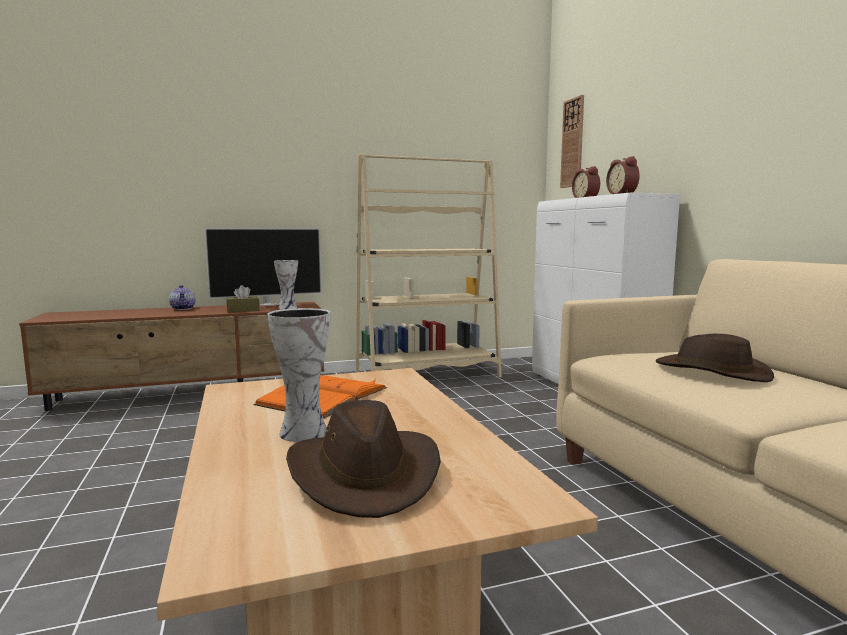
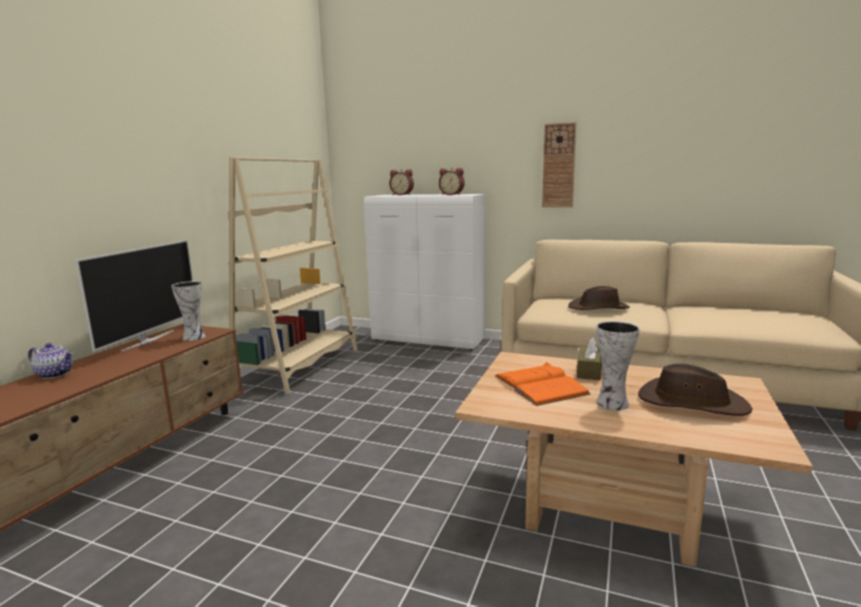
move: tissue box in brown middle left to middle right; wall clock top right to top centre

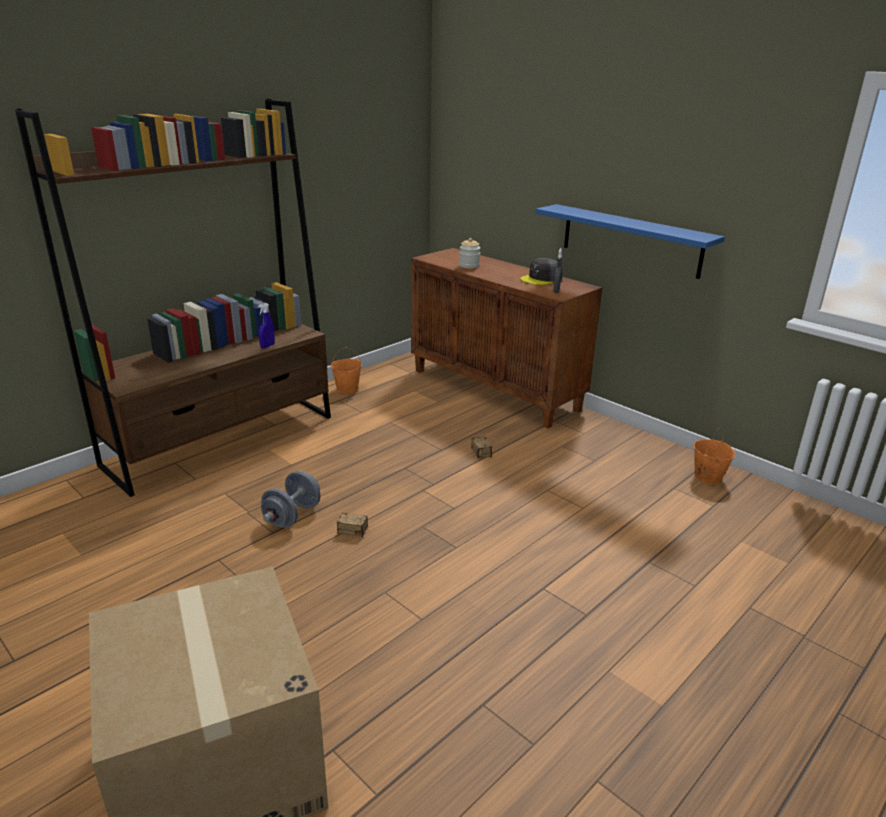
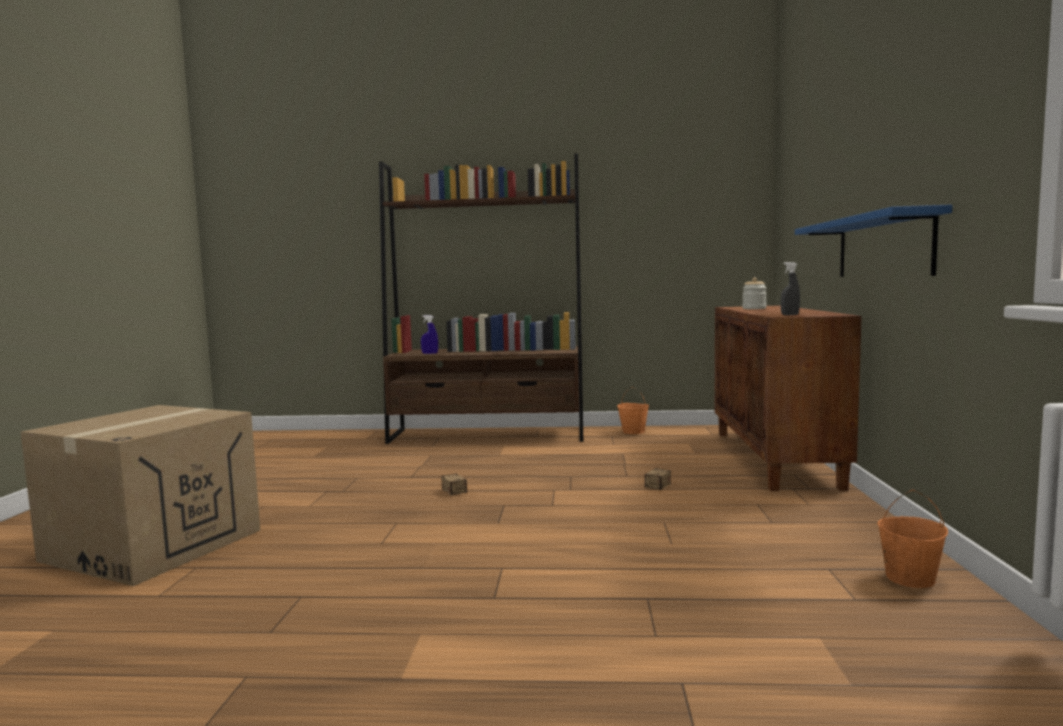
delete: dumbbell in grey middle left; cap in grey top centre
move: spray bottle in blue middle left to centre

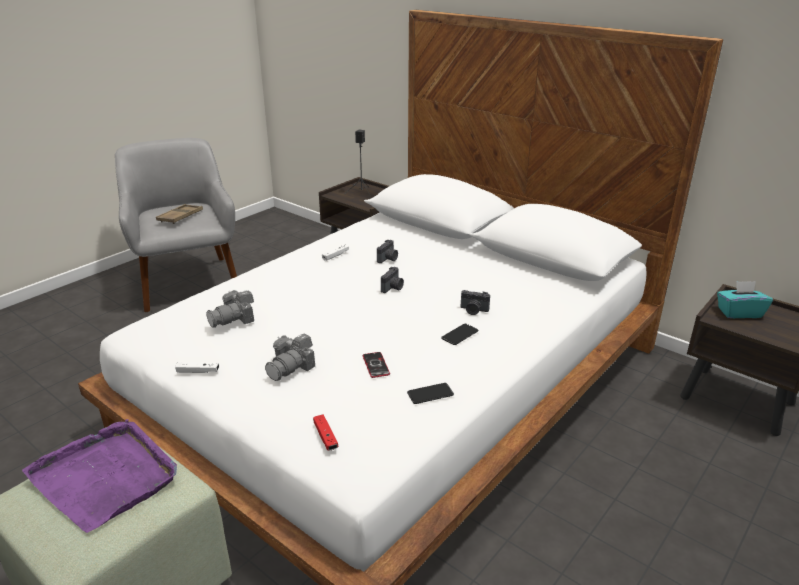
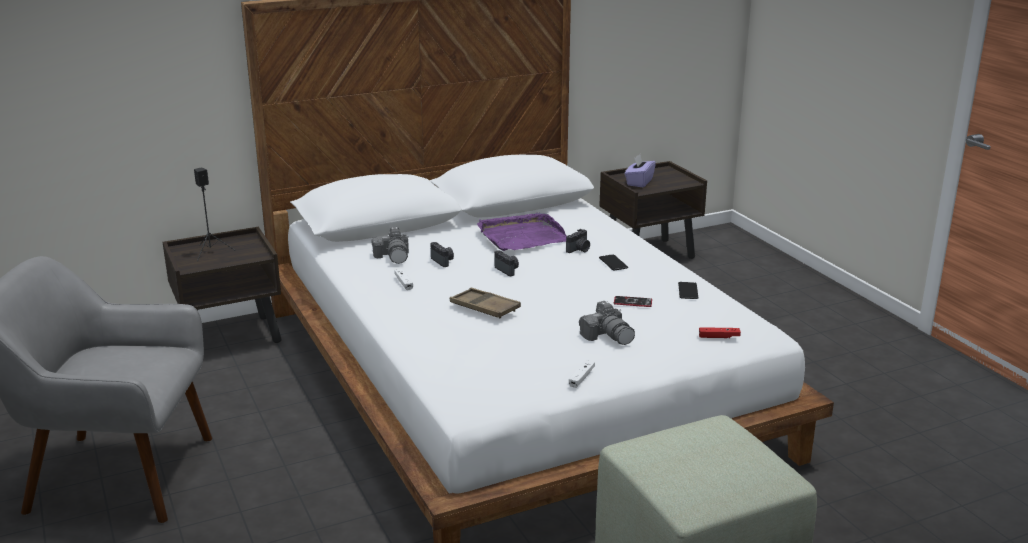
move: tray in purple bottom left to centre; tray in brown middle left to centre; photo camera (1st from left) middle left to centre
recolor: tissue box in turquoise middle right to tissue box in purple top centre

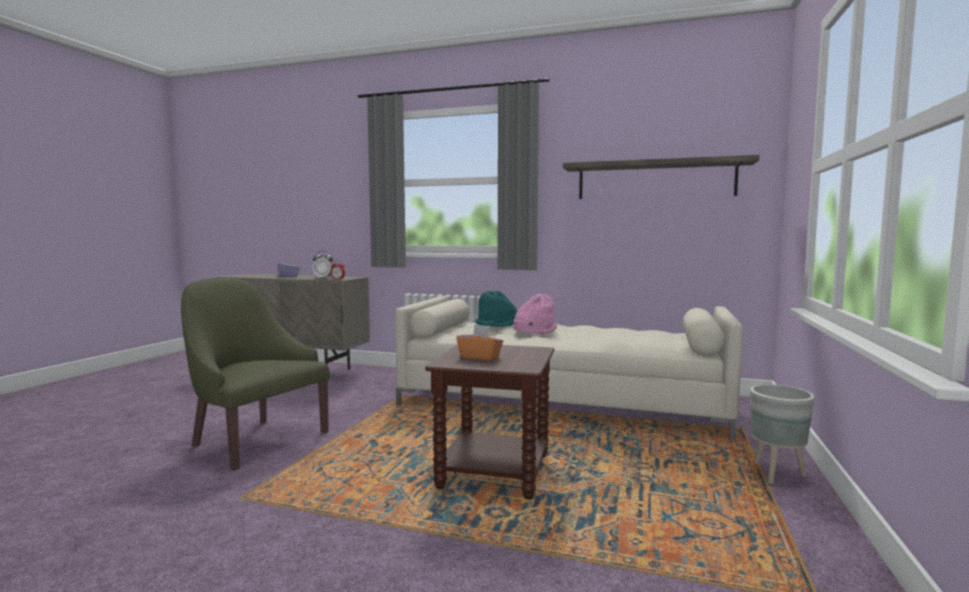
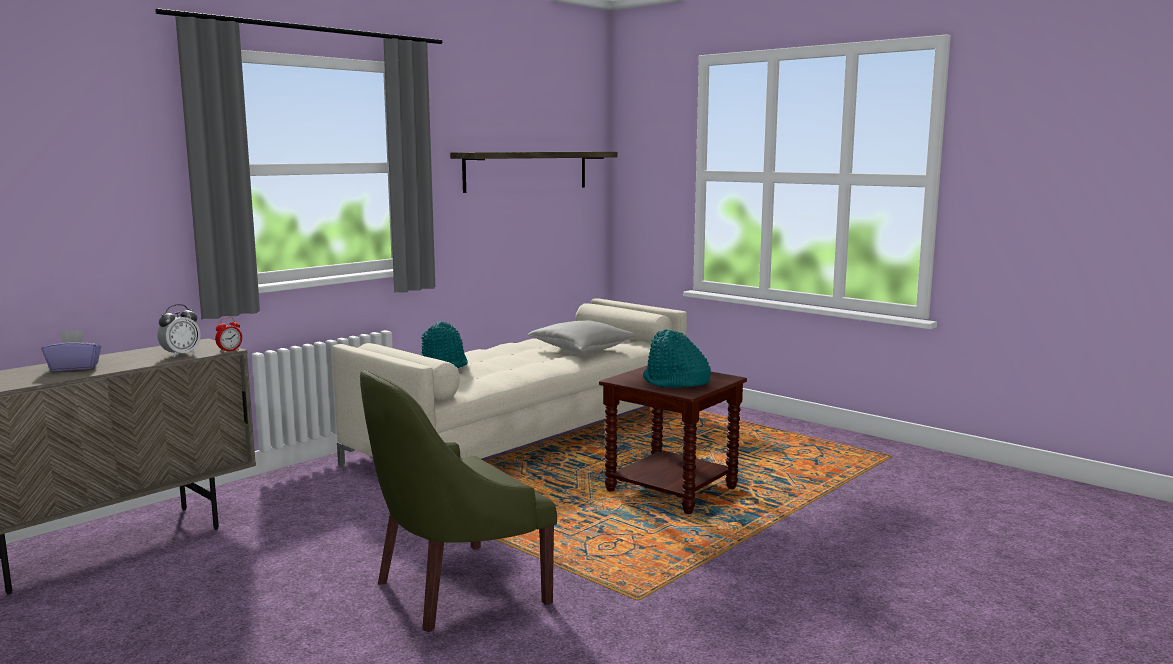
delete: hat in pink centre; planter in grey bottom right
insert: pillow in grey centre
replace: tissue box in orange centre to hat in turquoise (2nd from left) centre

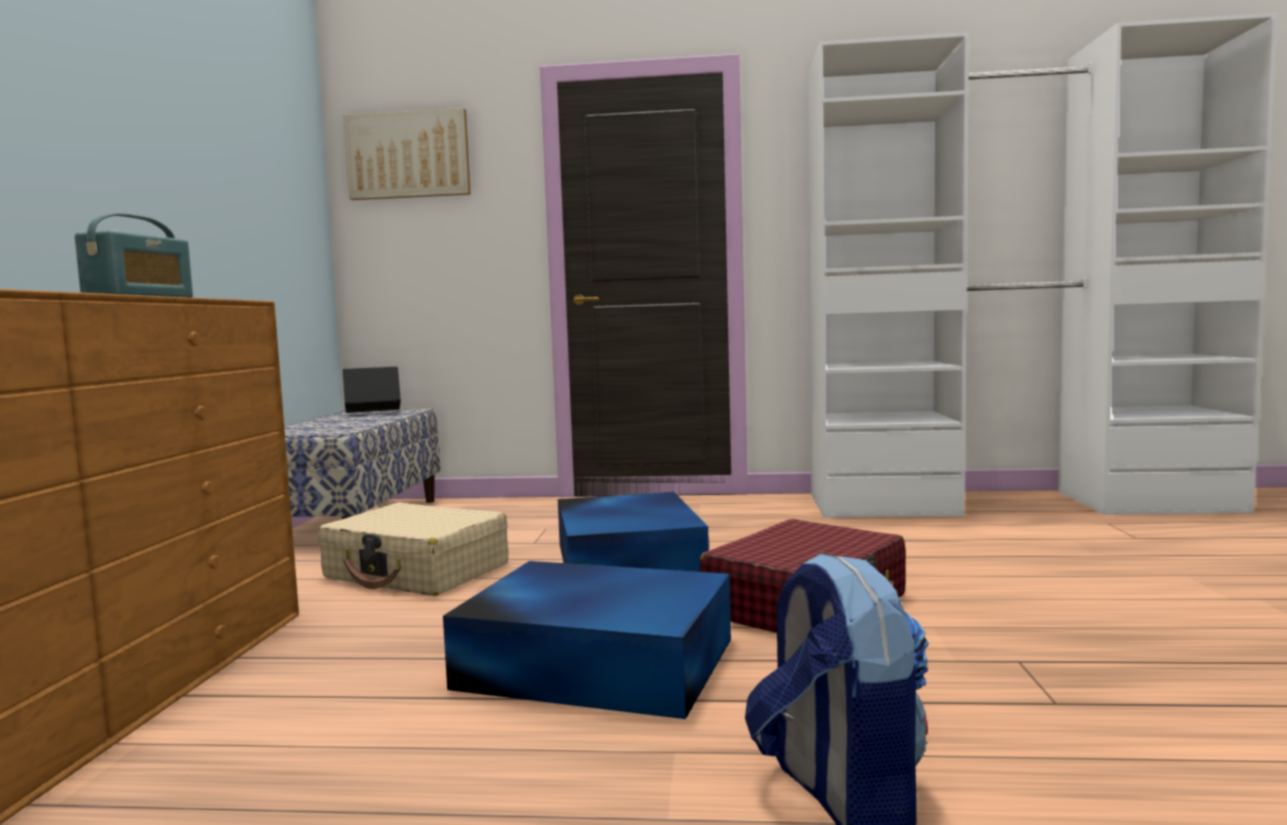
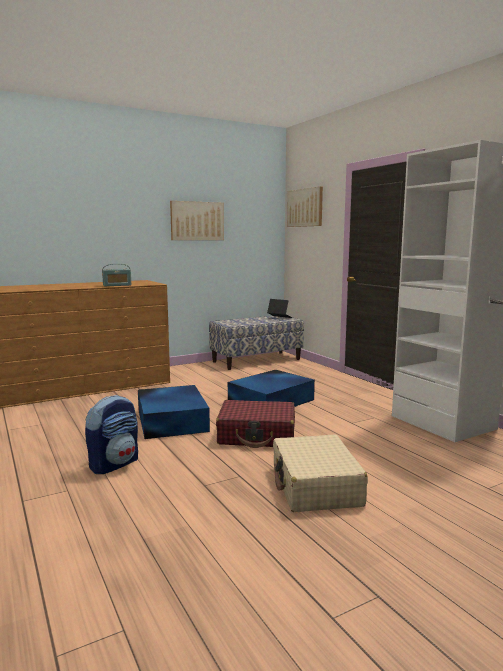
insert: picture (1st from left) top centre
move: suitcase in beige middle left to bottom centre

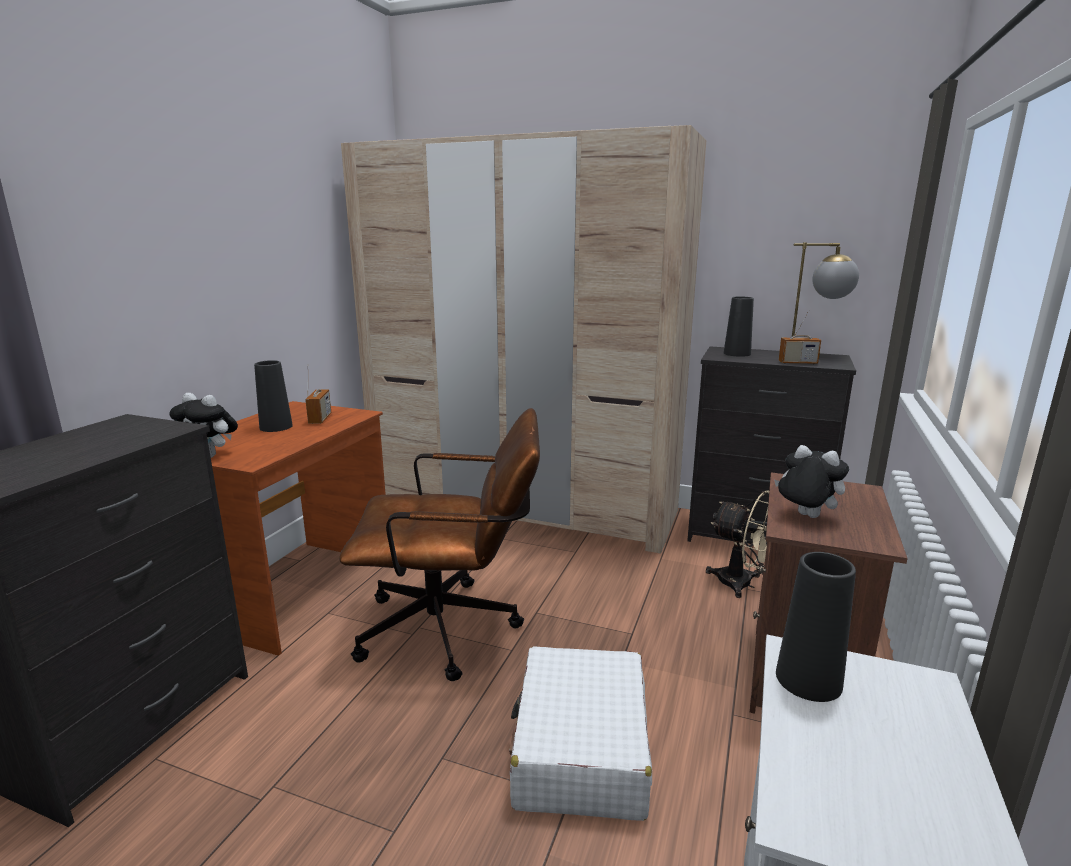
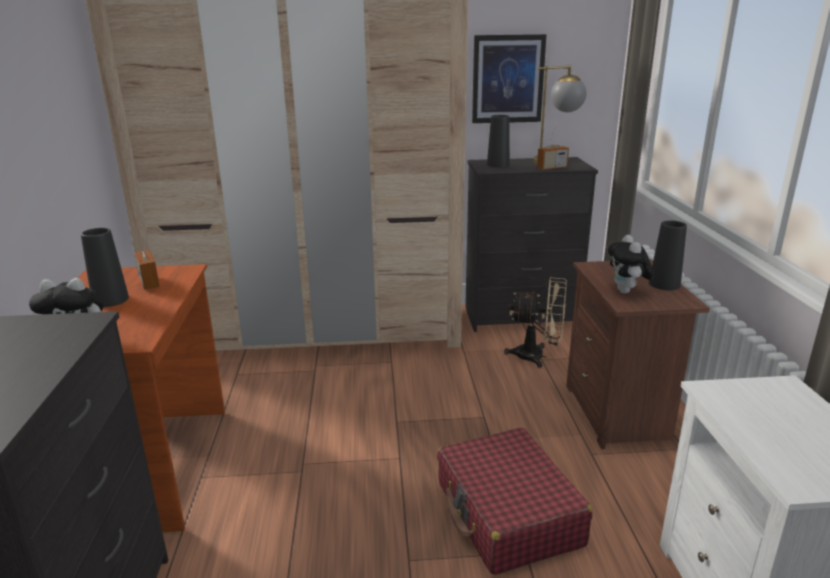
delete: office chair in brown centre
insert: picture top centre
move: vase in black (3rd from left) bottom right to middle right
recolor: suitcase in white bottom centre to suitcase in red bottom centre
rotate: plush toy (2nd from left) middle right = middle right 105 degrees counterclockwise

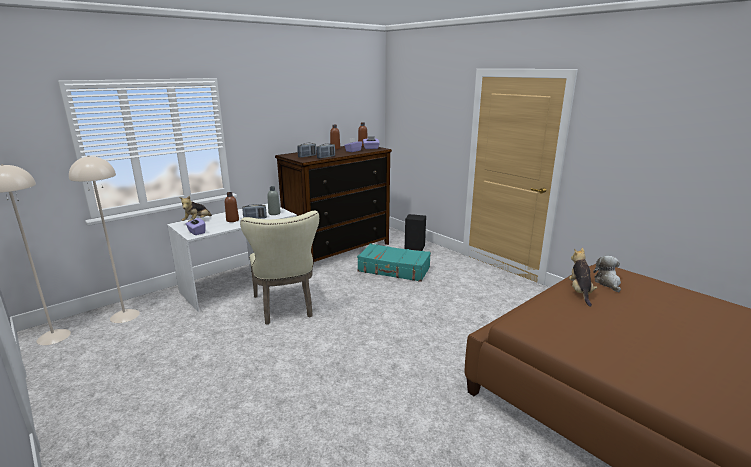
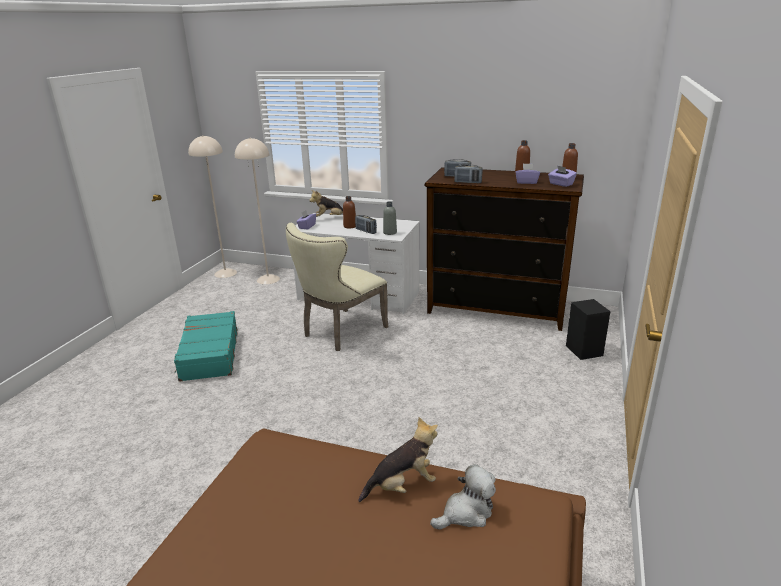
move: suitcase in turquoise centre to middle left

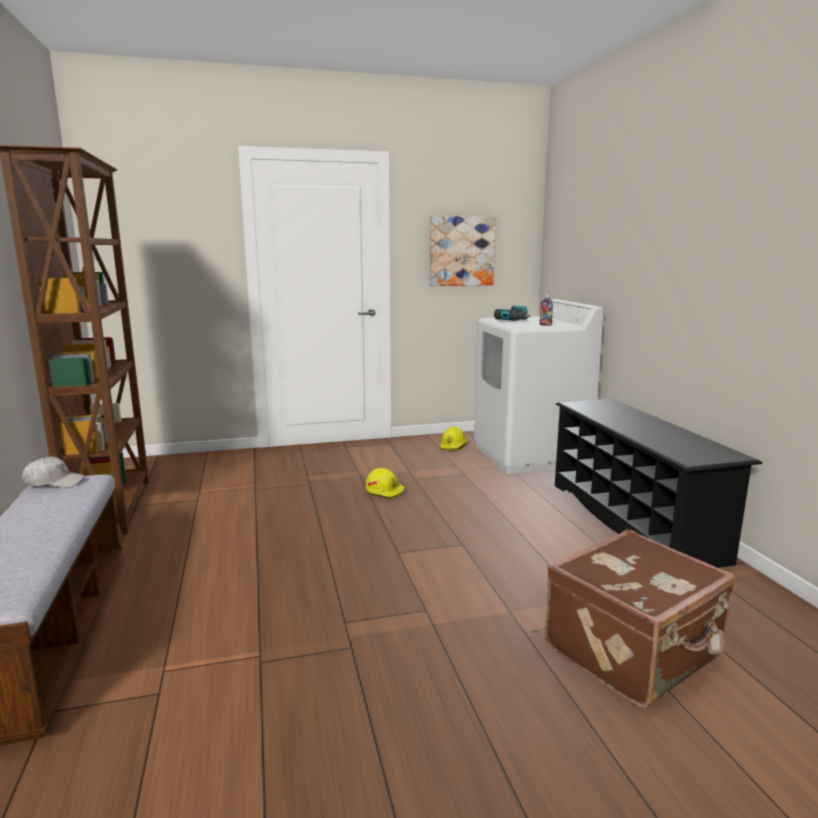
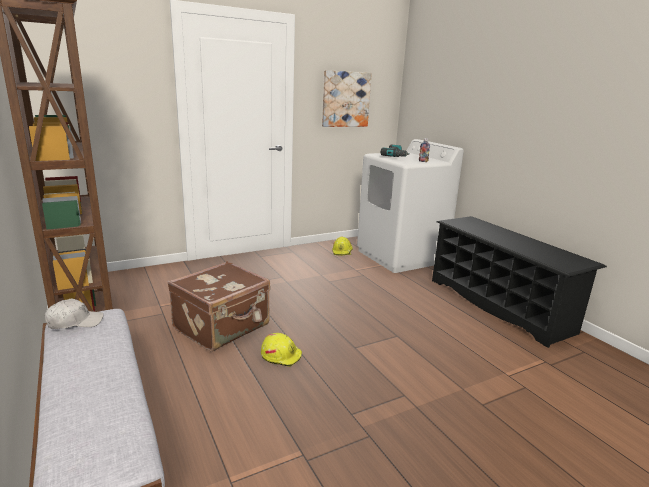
move: hard hat in yellow (1st from left) centre to bottom centre; suitcase in brown bottom right to centre

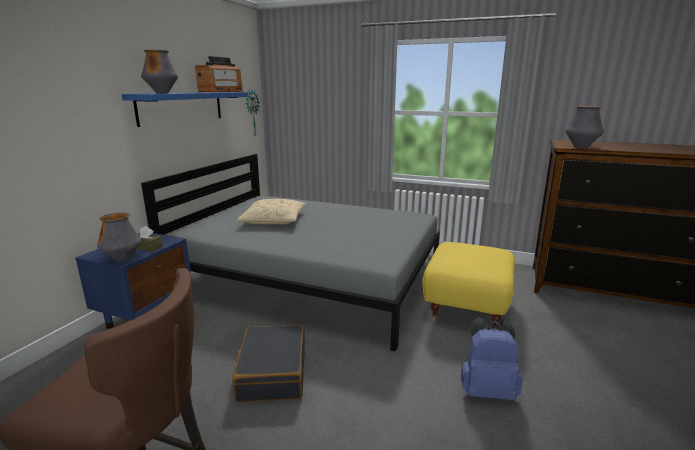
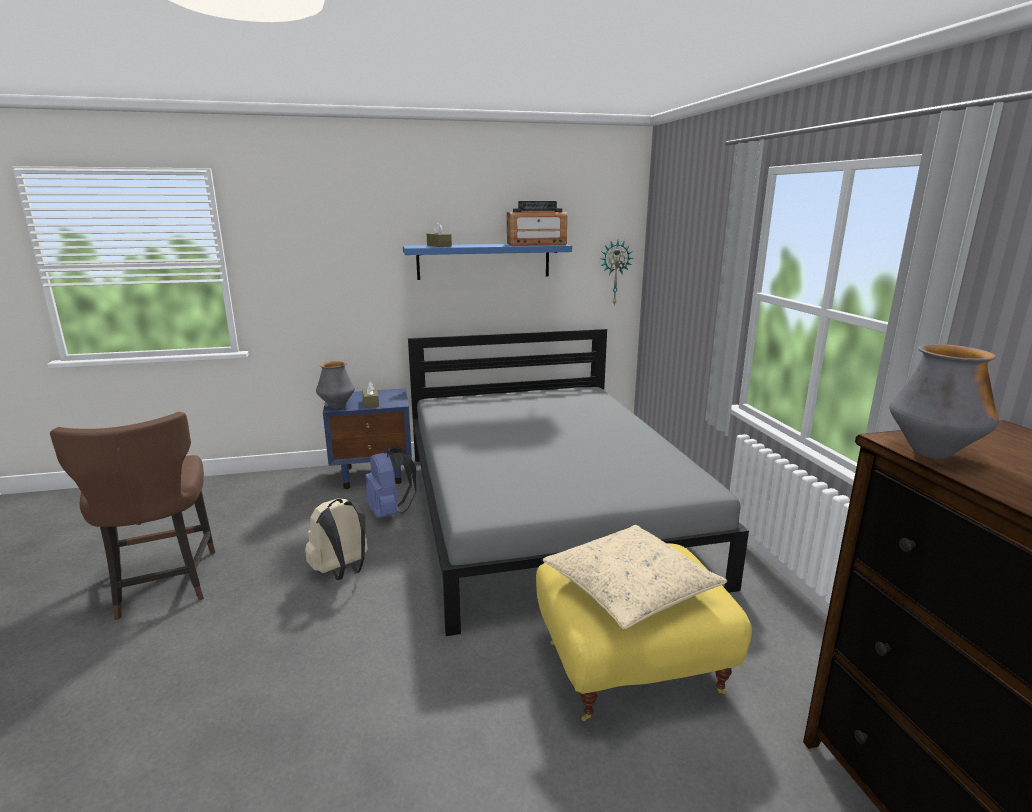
move: pillow in beige centre to bottom centre; backpack in blue bottom right to centre
replace: vase (2nd from left) top left to tissue box in brown (2nd from left) top centre; suitcase in black bottom centre to backpack in beige middle left

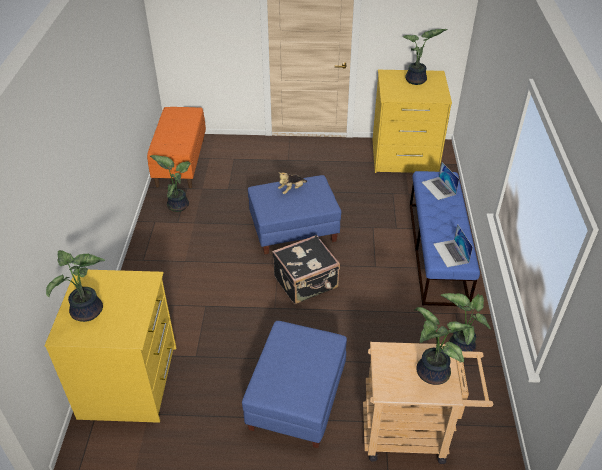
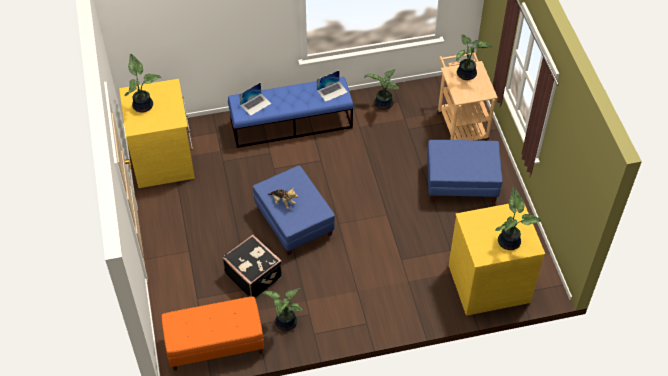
move: suitcase in black centre to bottom centre

